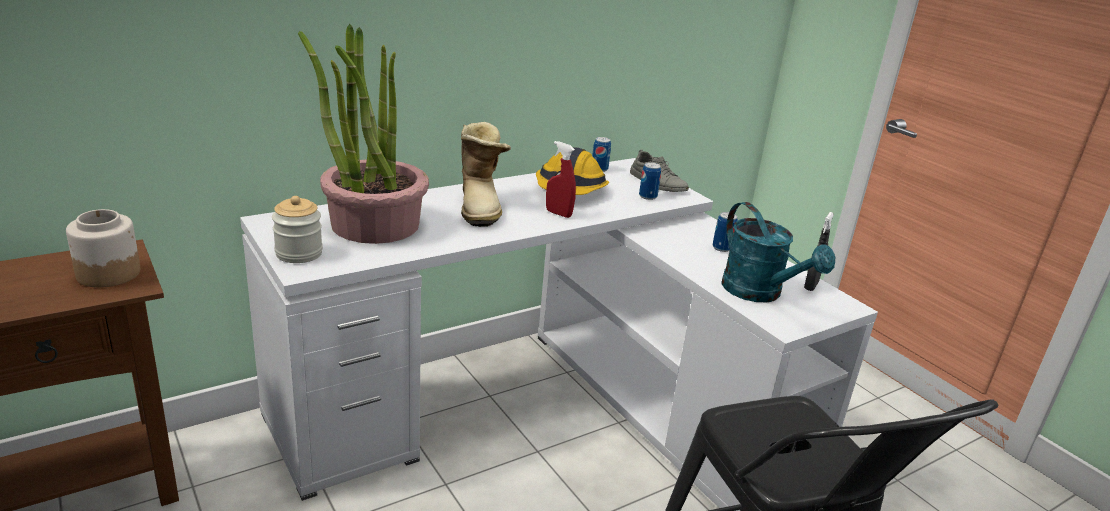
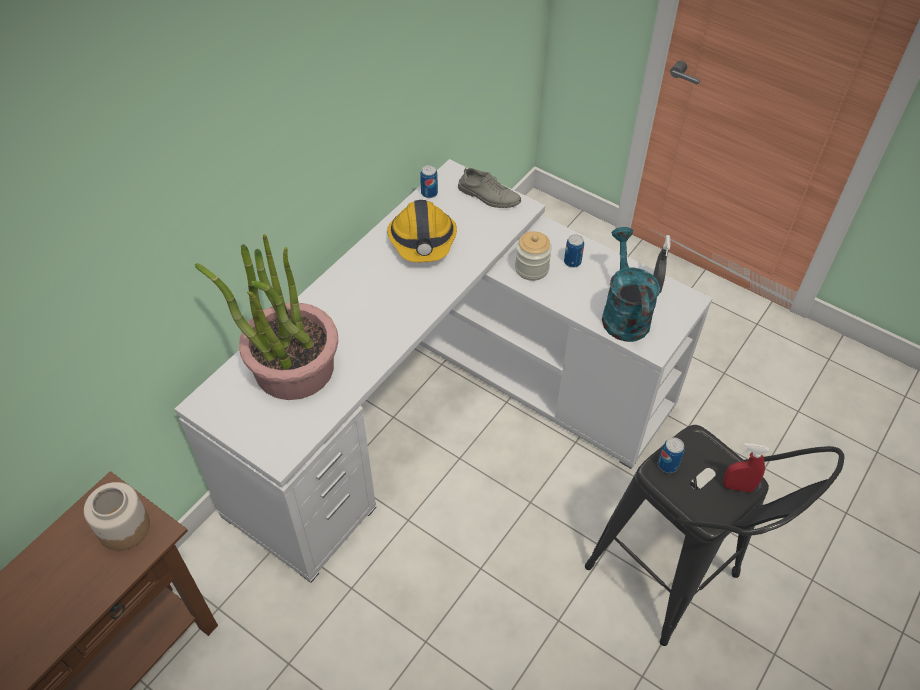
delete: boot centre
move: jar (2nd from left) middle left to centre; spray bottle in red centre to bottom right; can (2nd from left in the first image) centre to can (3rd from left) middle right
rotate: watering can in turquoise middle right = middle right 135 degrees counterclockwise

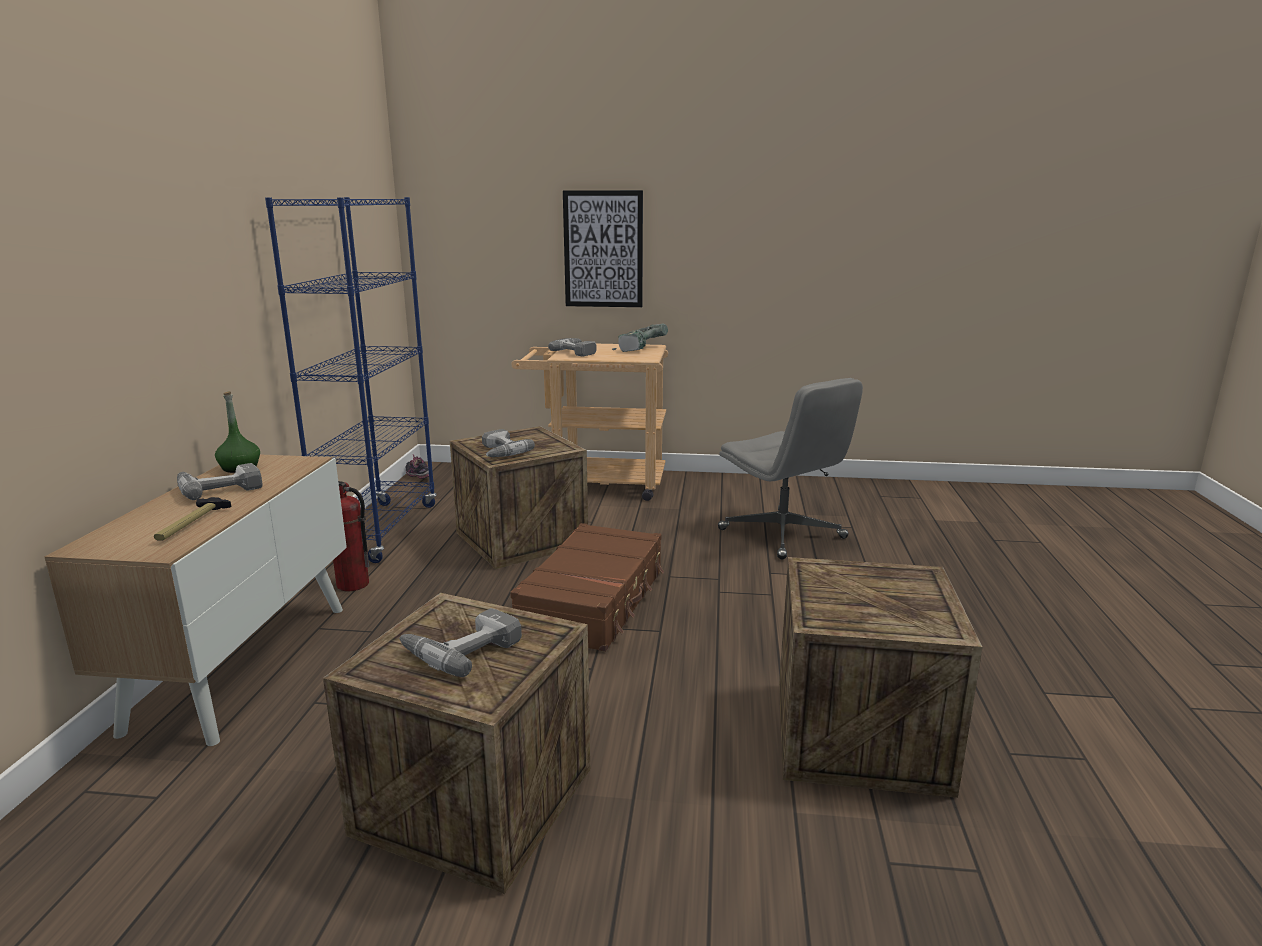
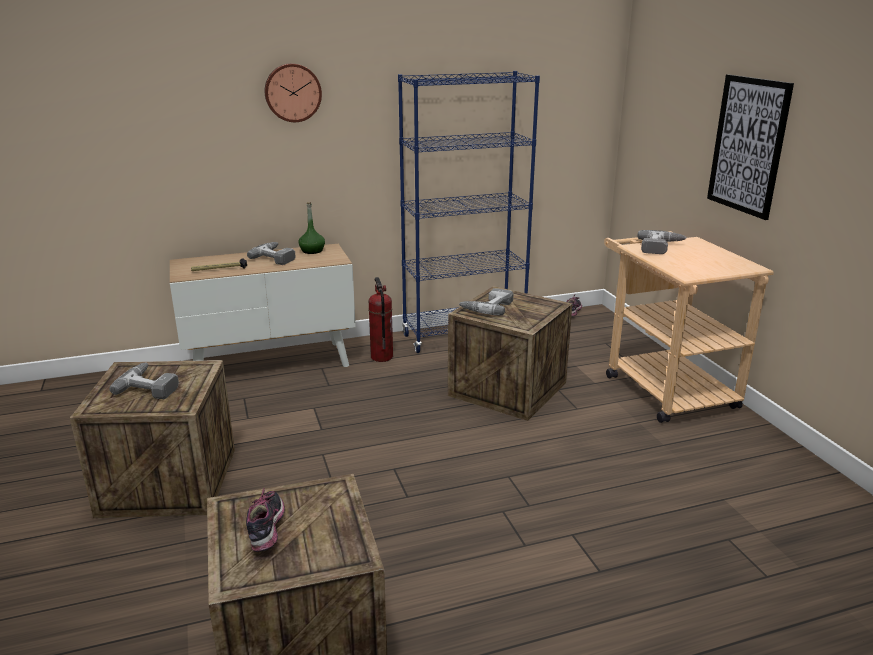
delete: suitcase in brown centre; power drill (5th from left) centre; office chair in grey centre
insert: shoe (1st from left) bottom left; wall clock top centre

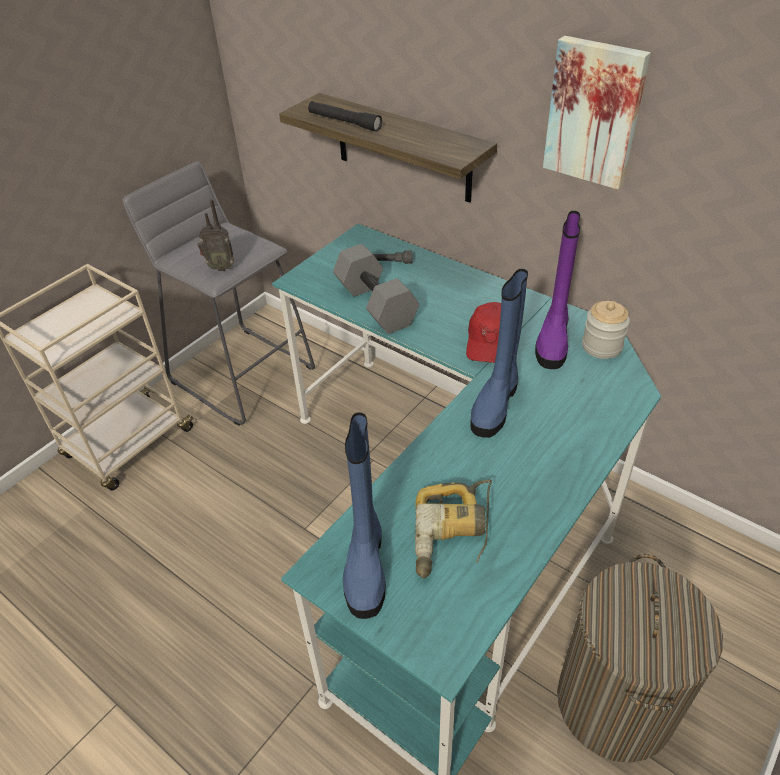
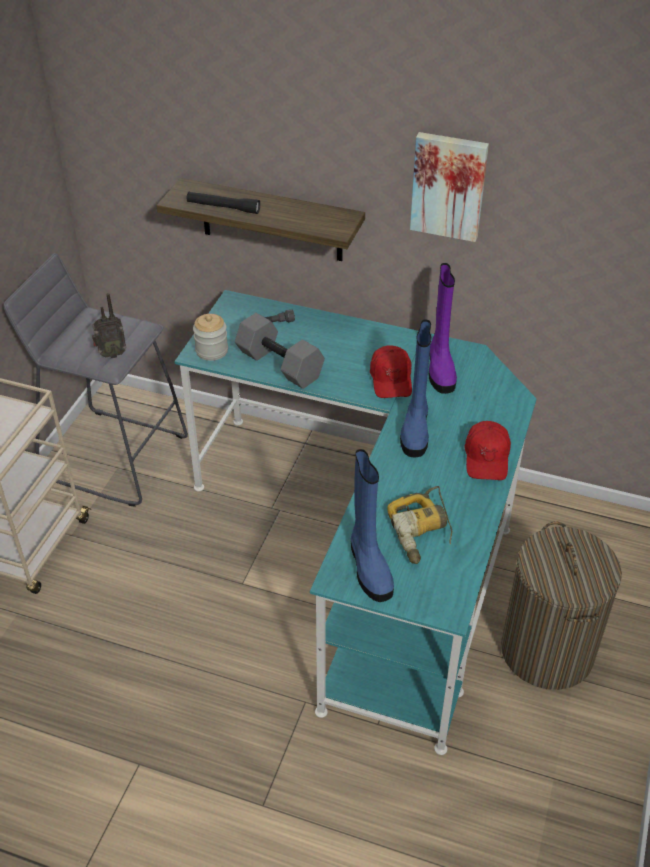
insert: cap in red (2nd from left) middle right
move: jar middle right to middle left

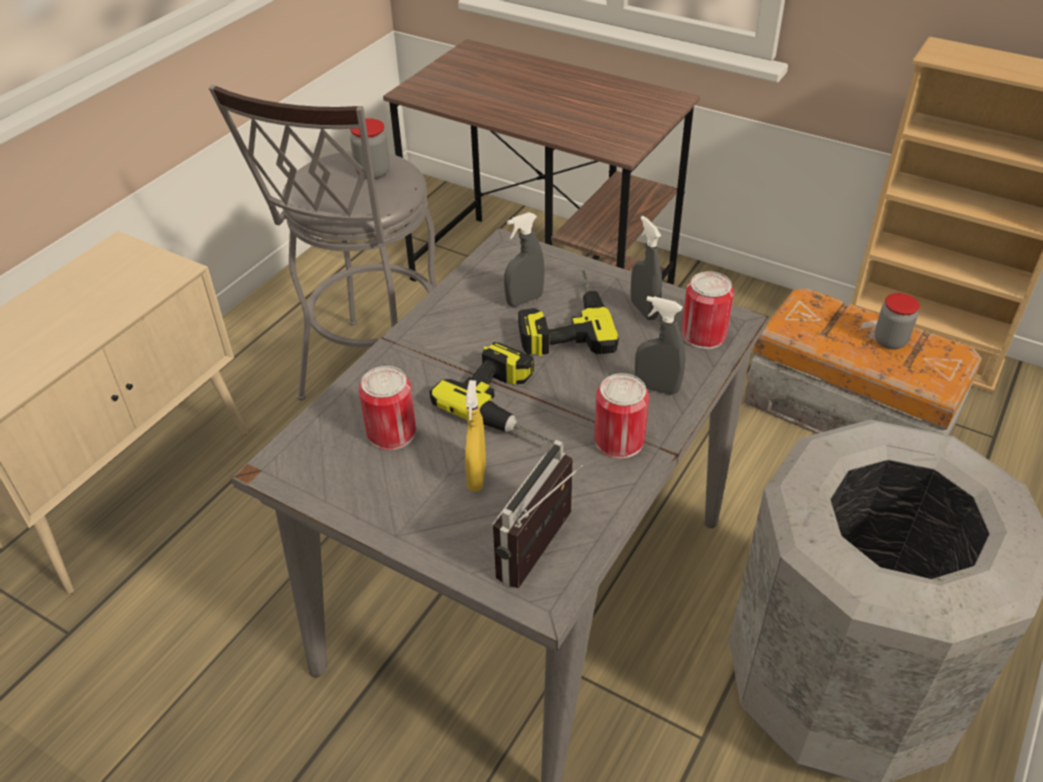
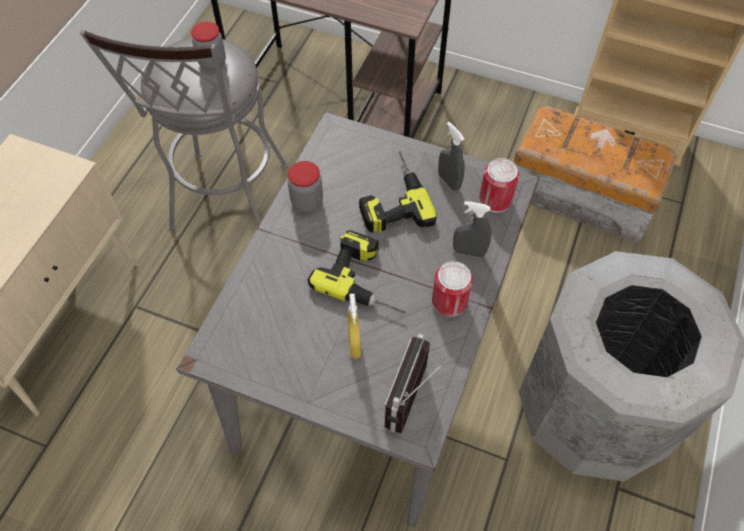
delete: can (1st from left) centre; spray bottle in grey (1st from left) top centre
move: jar (2nd from left) middle right to centre

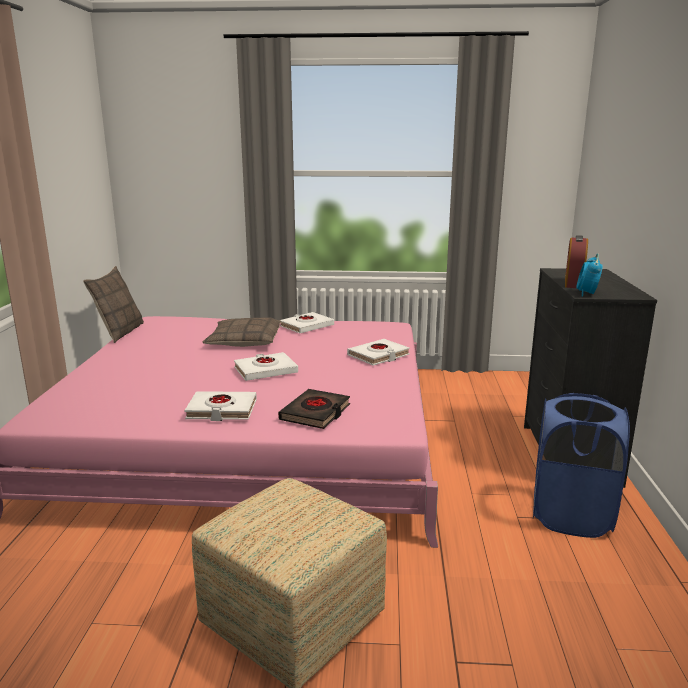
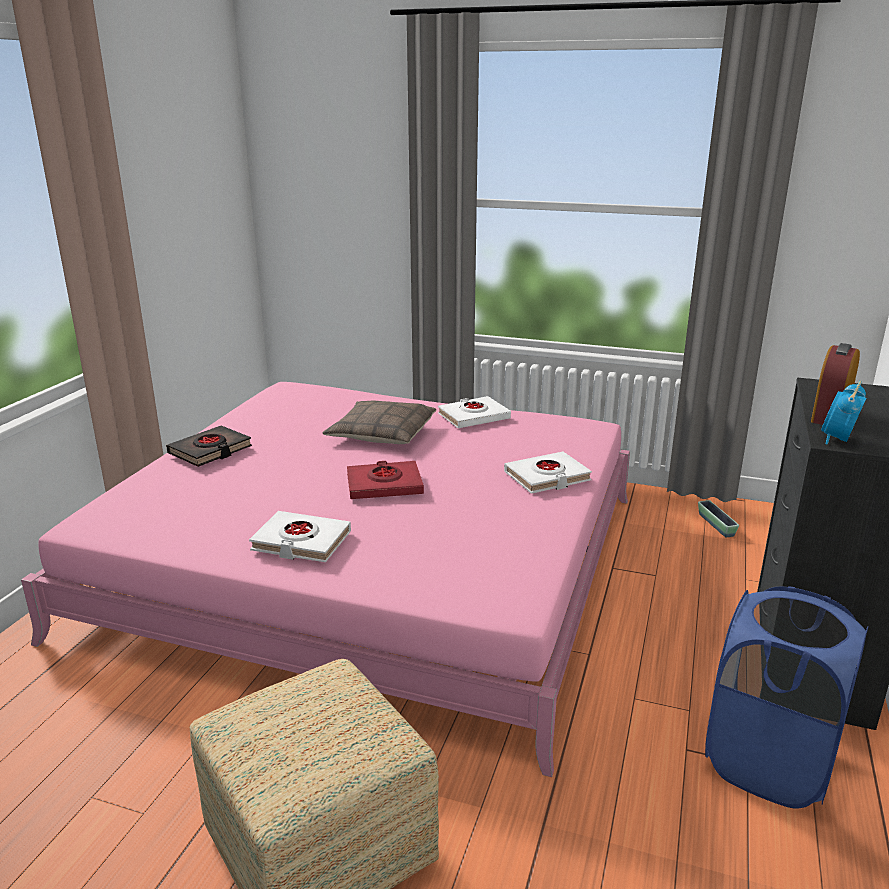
delete: pillow (1st from left) middle left
insert: planter middle right
move: book in black centre to middle left
recolor: book in white (2nd from left) centre to book in red centre

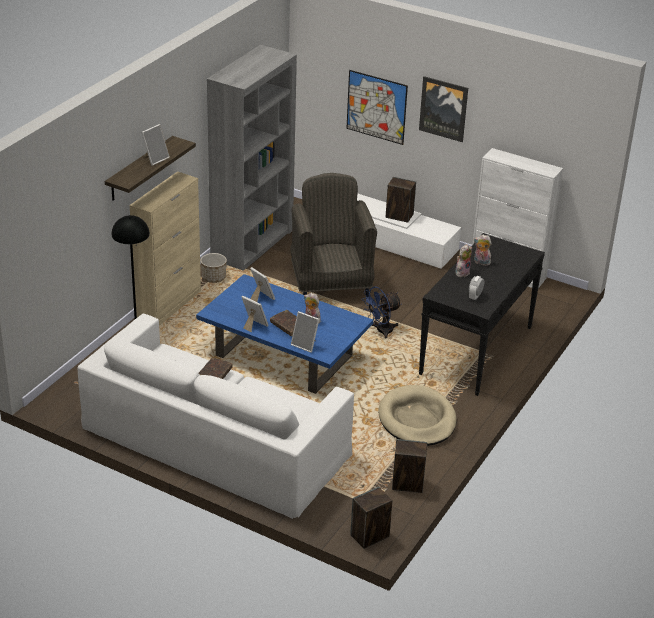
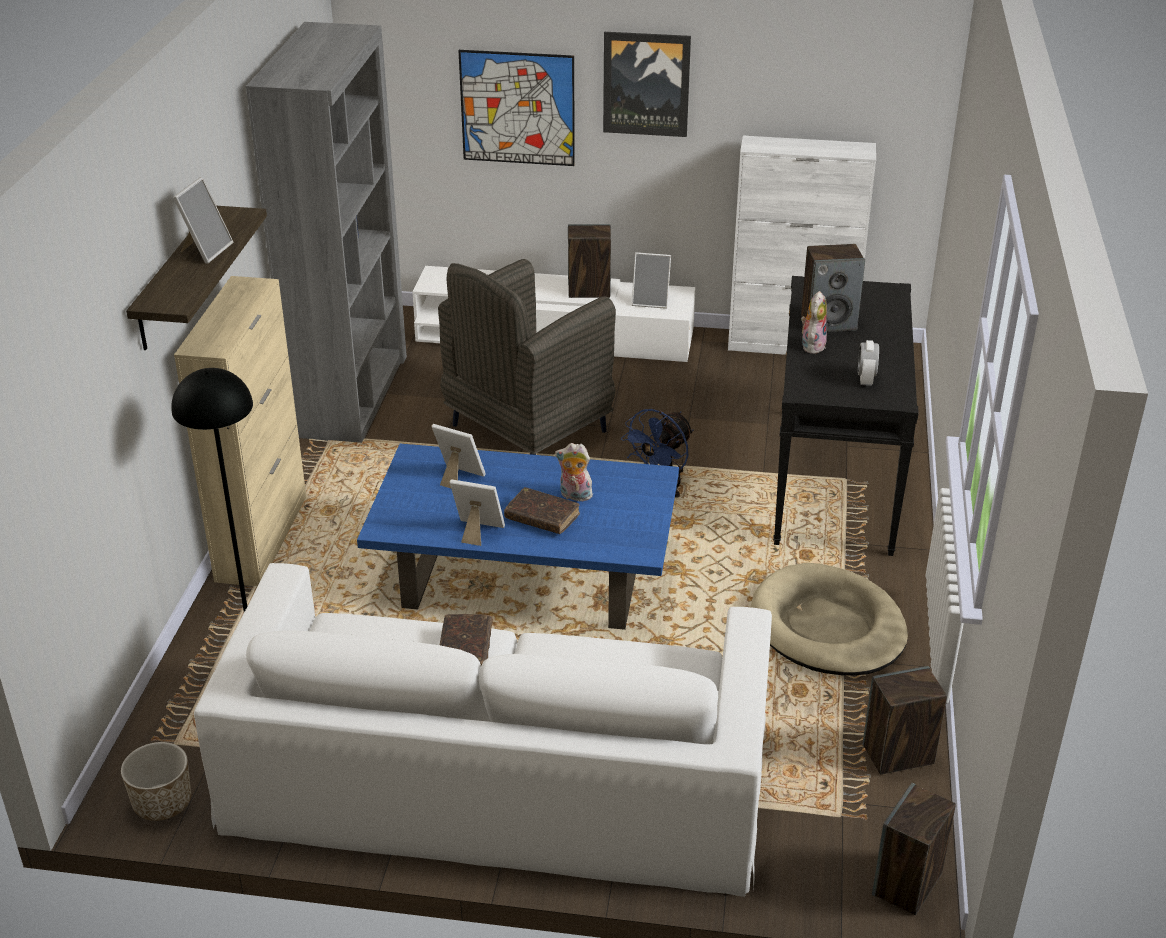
move: planter middle left to bottom left; picture frame (4th from left) centre to top centre
replace: plush toy (3rd from left) middle right to speaker (2nd from left) top right
rotate: armchair in grey centre = centre 105 degrees counterclockwise

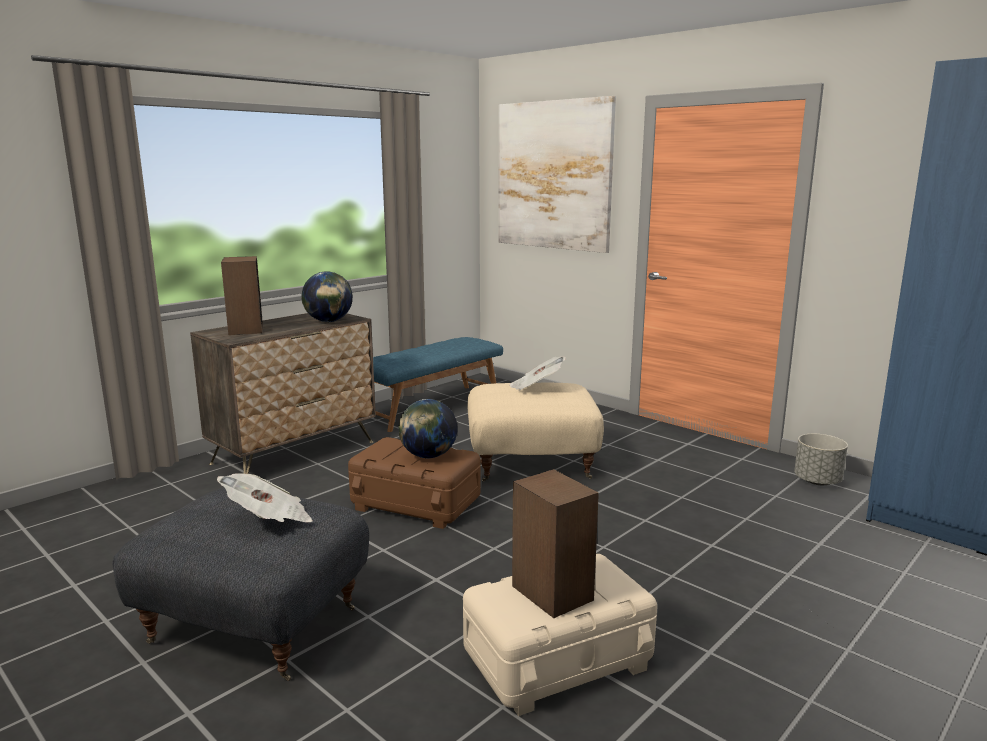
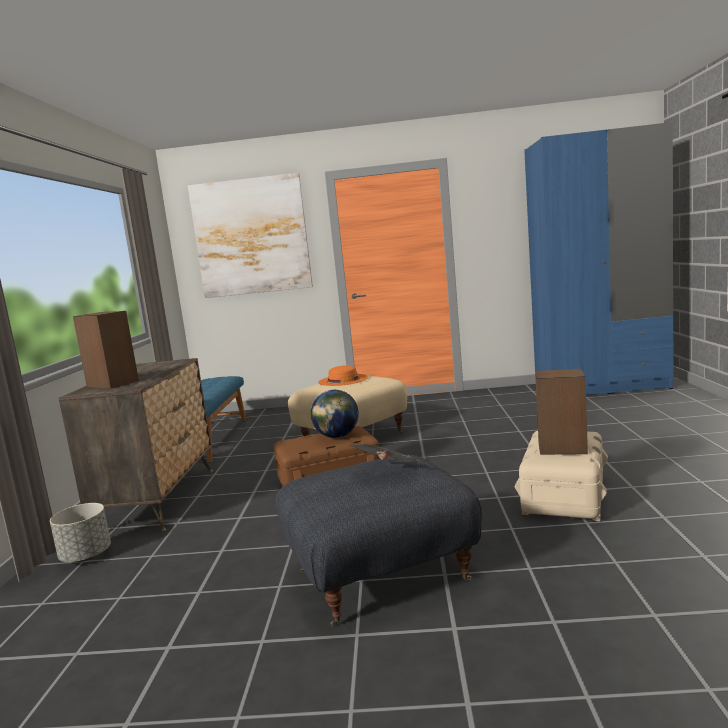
delete: globe (1st from left) middle left
move: planter in grey middle right to bottom left
replace: newspaper (2nd from left) centre to hat in orange centre

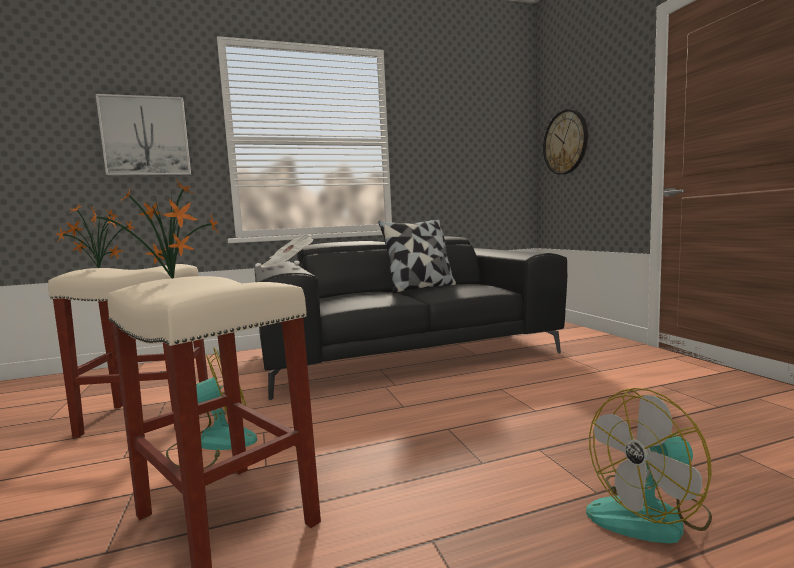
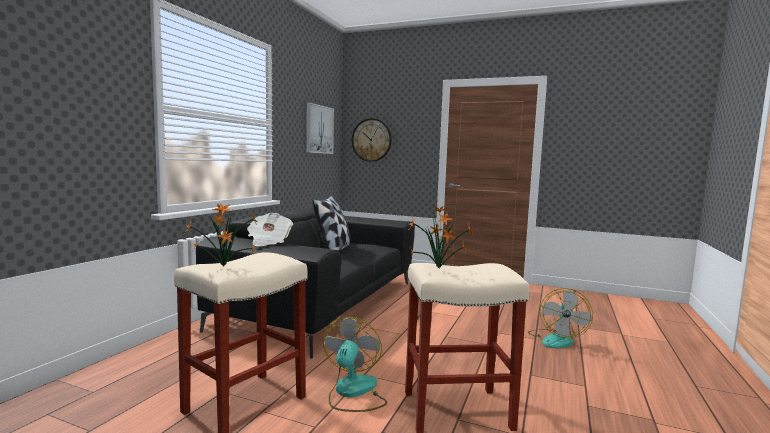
move: picture top left to top centre

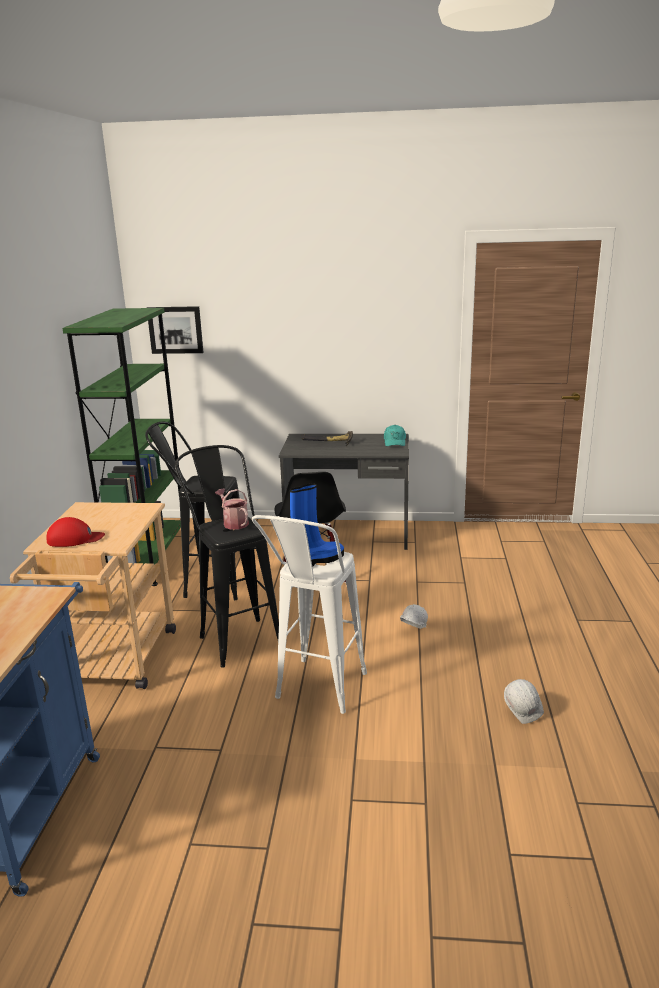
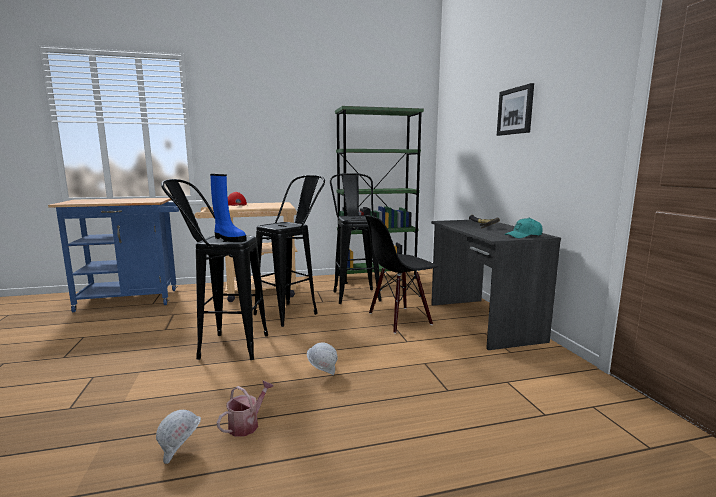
move: picture middle left to top right; watering can centre to bottom centre
recolor: stool in white centre to stool in black (1st from left) middle left

